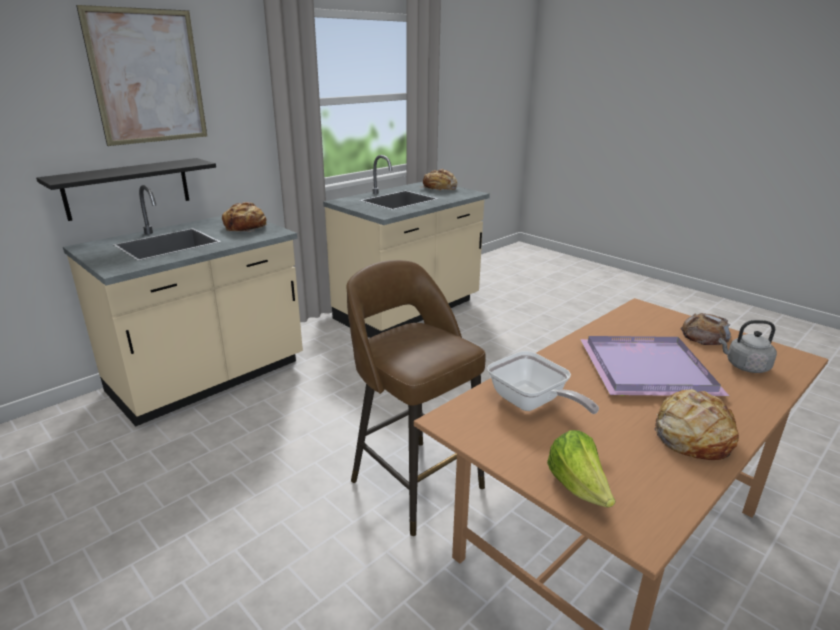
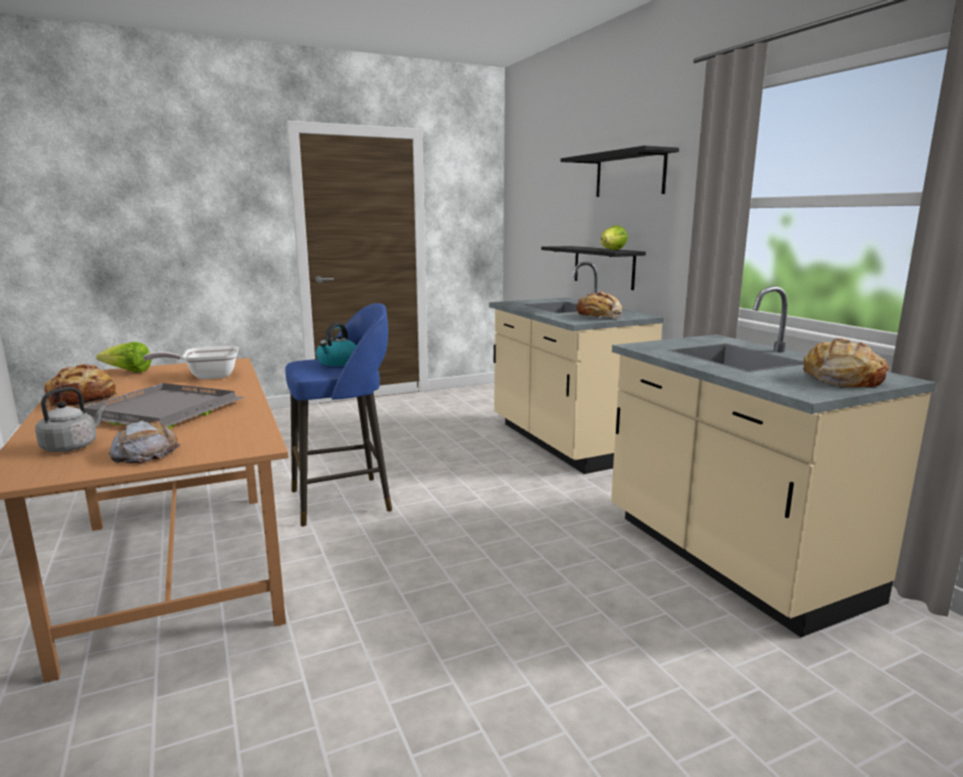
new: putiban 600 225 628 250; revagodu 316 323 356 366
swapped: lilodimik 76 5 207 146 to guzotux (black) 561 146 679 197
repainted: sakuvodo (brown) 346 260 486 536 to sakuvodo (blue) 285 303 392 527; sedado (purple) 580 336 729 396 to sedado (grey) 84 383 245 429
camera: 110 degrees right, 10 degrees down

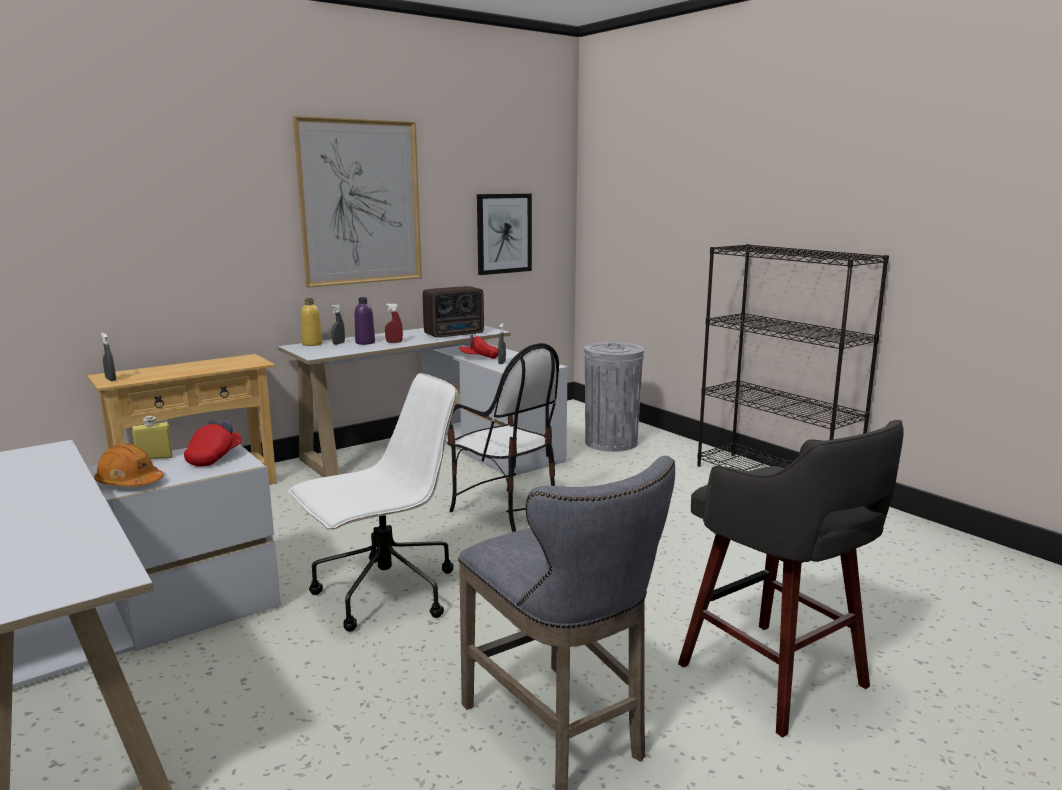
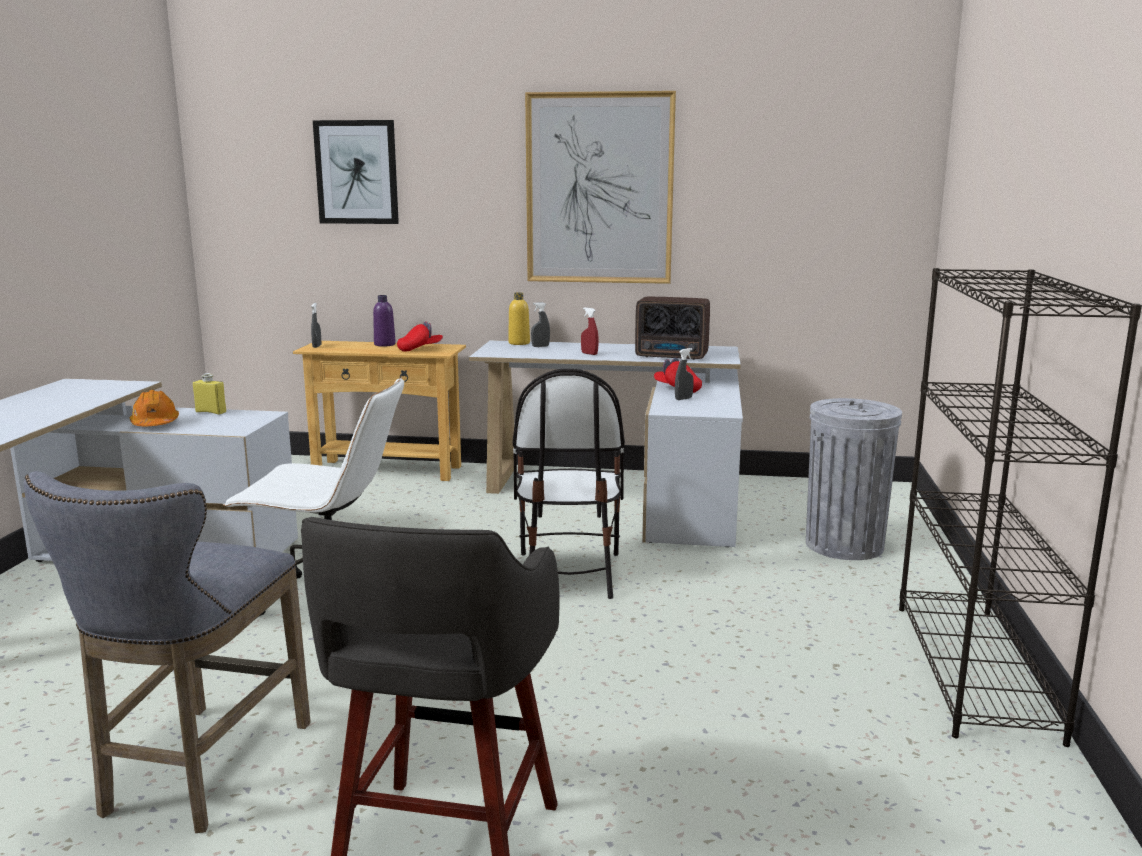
shifted: lilodimik 477 194 532 275 to 313 120 399 224; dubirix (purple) 355 297 375 345 to 373 295 396 347; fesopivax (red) 184 419 242 467 to 397 321 443 352
camera: 45 degrees right, 0 degrees up

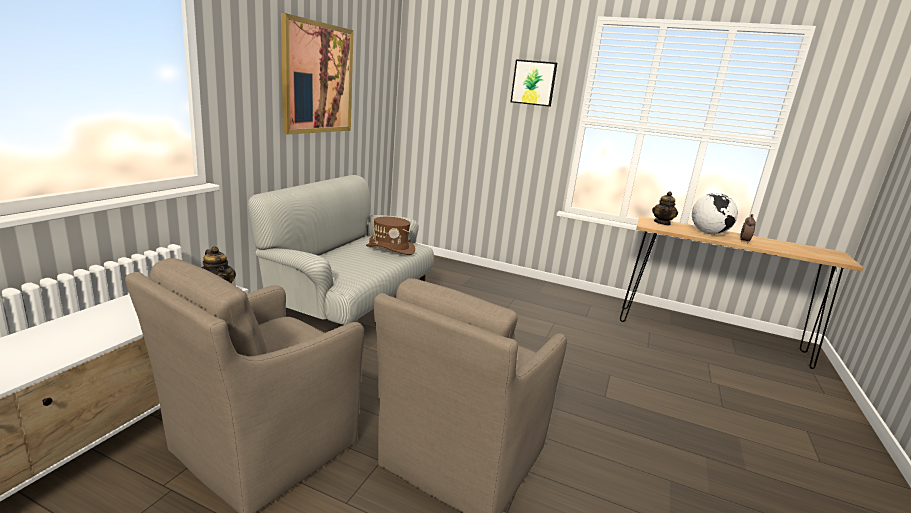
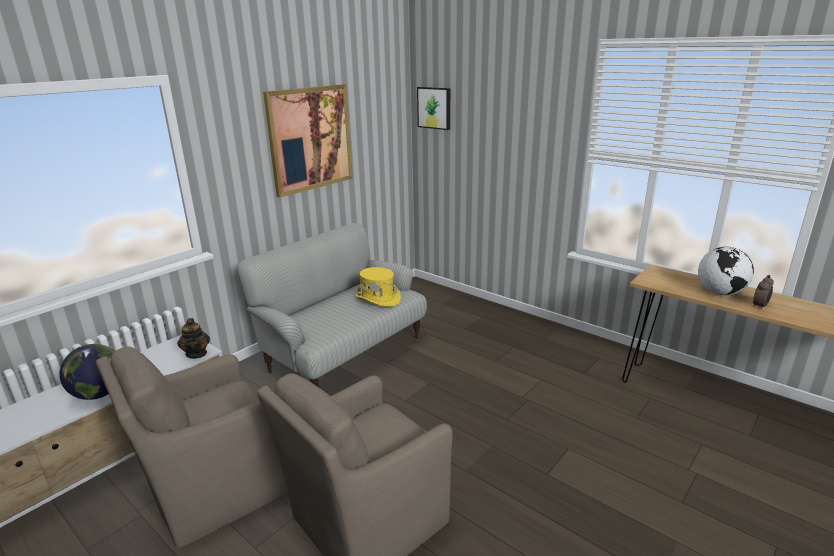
gone: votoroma 652 191 678 225
new: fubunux 59 344 115 400
shifted: lilodimik 510 59 557 107 to 417 87 450 130
repainted: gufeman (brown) 366 217 415 255 to gufeman (yellow) 355 267 401 307
camera: 20 degrees right, 5 degrees up

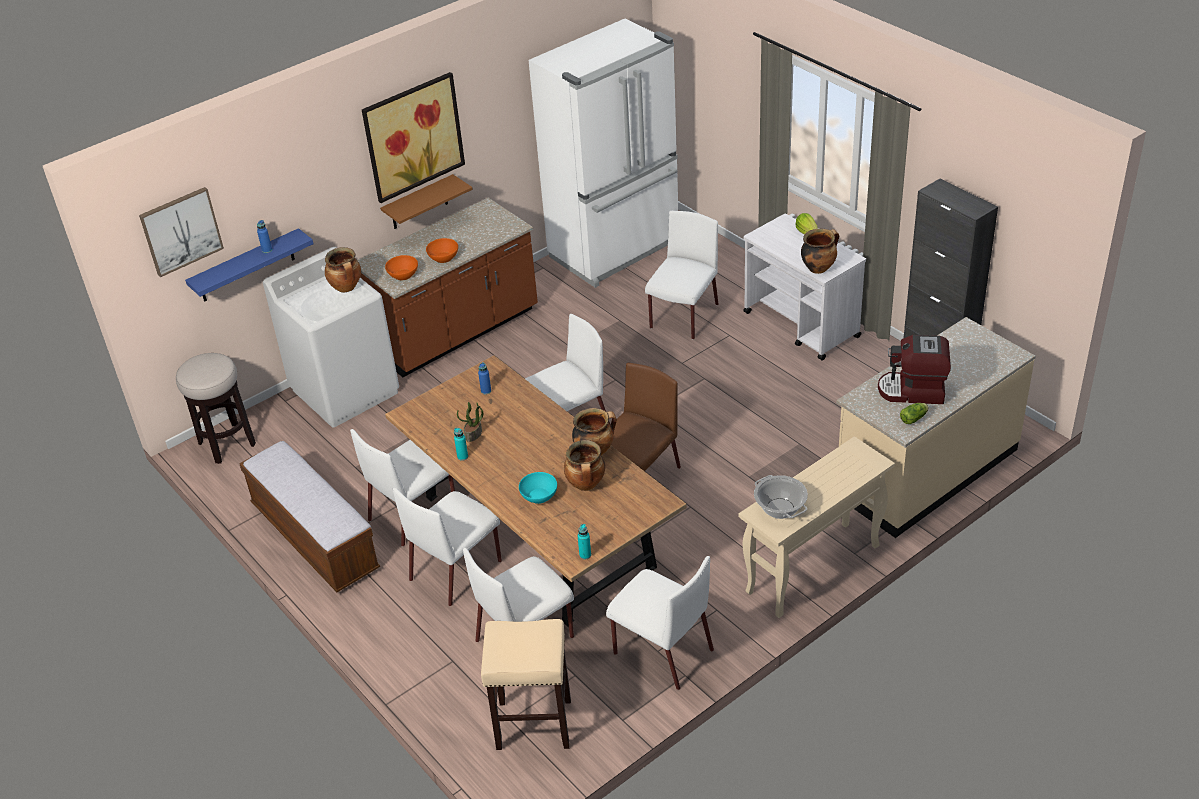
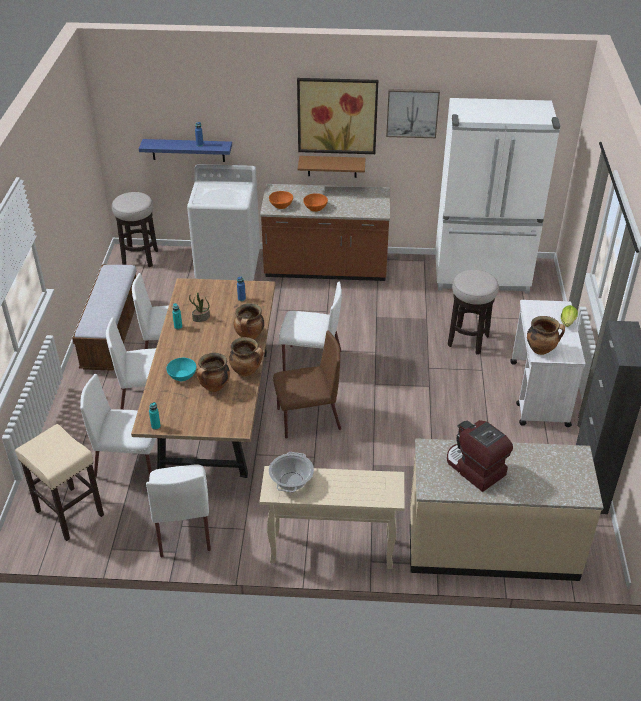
gone: putiban 900 403 929 424
shifted: lilodimik 139 187 224 277 to 386 89 440 138; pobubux 325 247 361 292 to 234 303 264 339
swapped: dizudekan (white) 645 211 718 339 to sakuvodo 448 270 499 355
camera: 40 degrees right, 0 degrees up

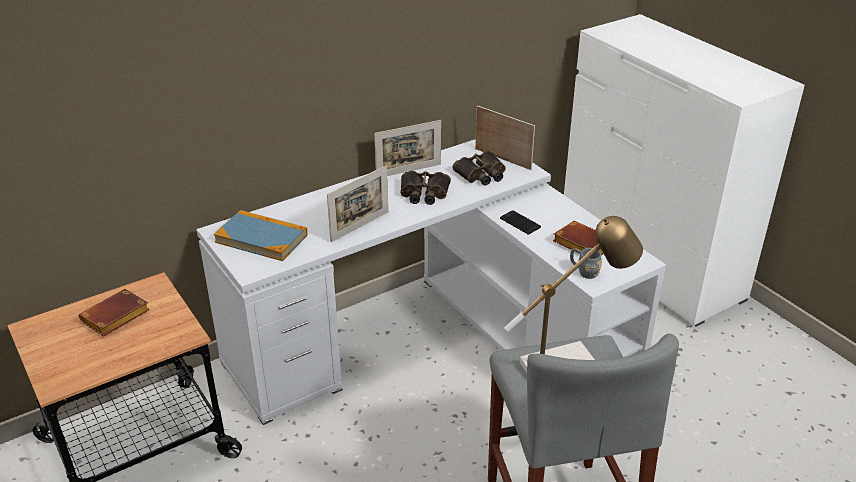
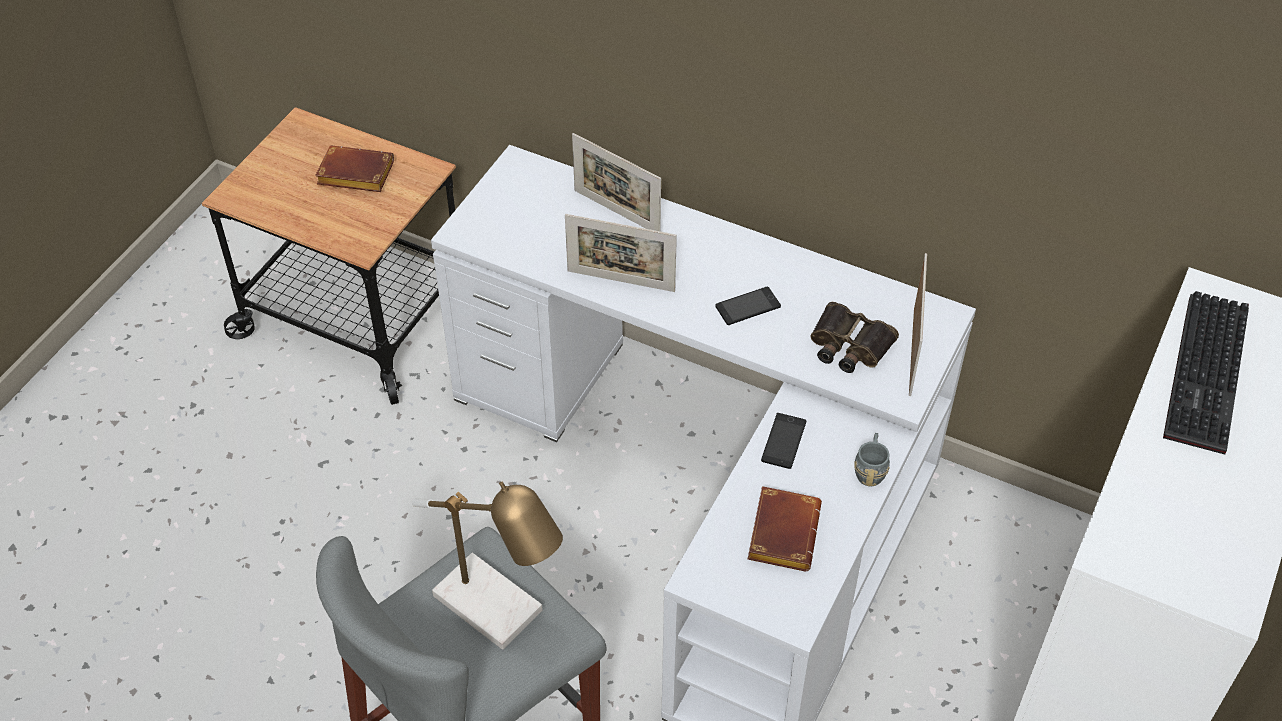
gone: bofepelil 214 210 308 261
new: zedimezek 1163 291 1249 455
shifted: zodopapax 374 120 441 176 to 572 133 661 231; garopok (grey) 570 248 602 279 to 854 433 890 486
swapped: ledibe 400 171 451 205 to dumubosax 715 286 781 325
camera: 60 degrees right, 15 degrees up

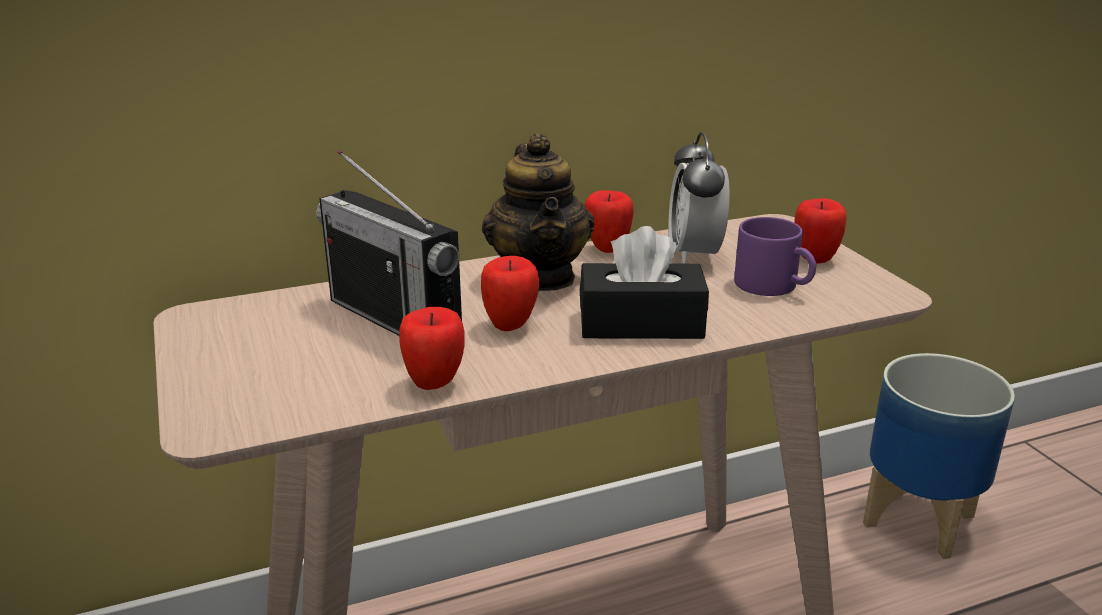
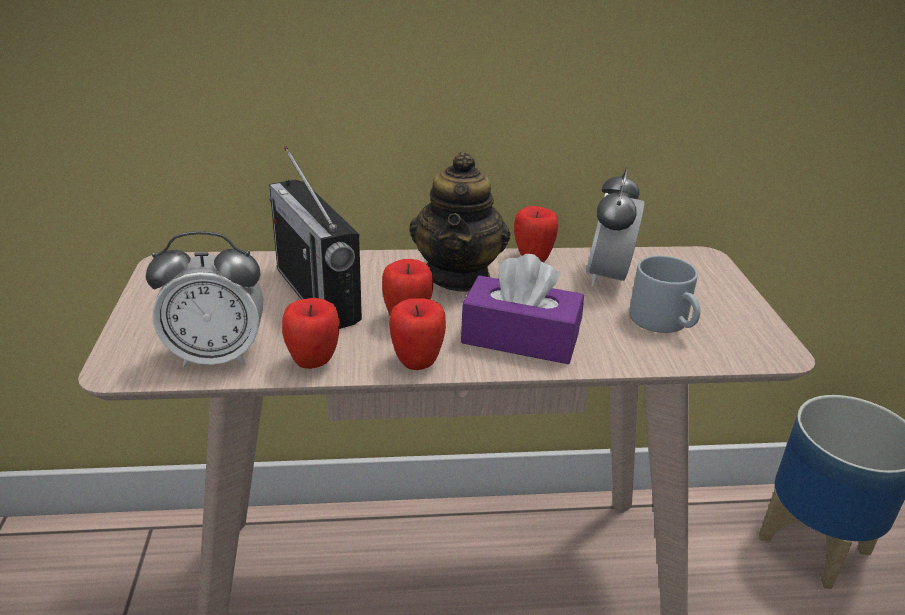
new: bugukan 146 231 263 367
shifted: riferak 794 198 847 264 to 389 298 446 370
repainted: garopok (purple) 734 217 816 296 to garopok (grey) 629 256 701 333; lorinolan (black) 580 226 709 339 to lorinolan (purple) 461 254 584 364
camera: 15 degrees right, 5 degrees up

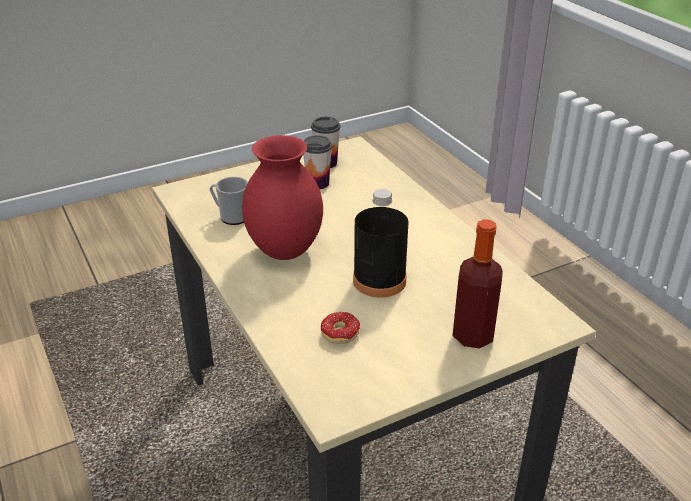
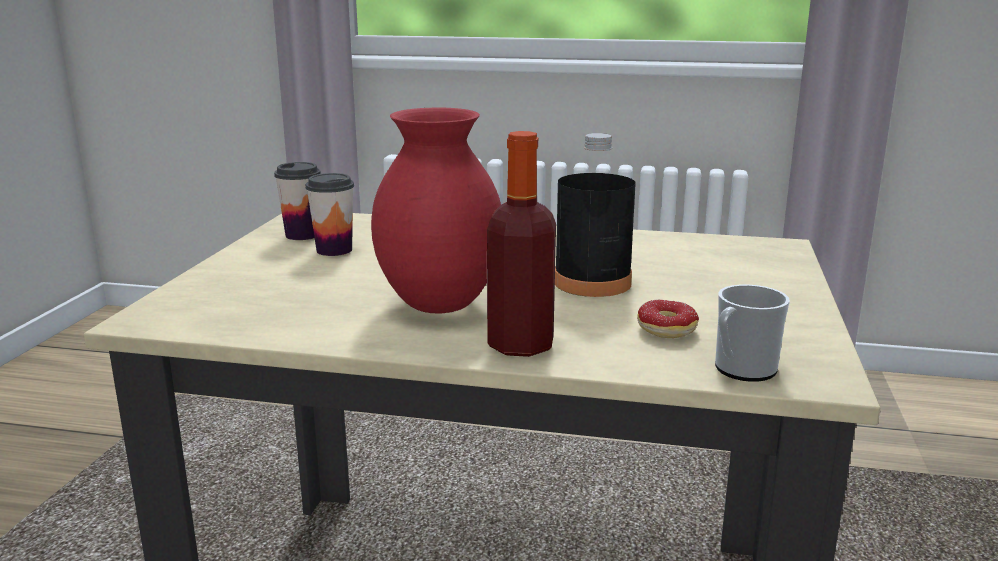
shifted: garopok 209 177 248 225 to 715 285 790 382; dubirix 452 219 503 348 to 487 131 556 357
camera: 50 degrees left, 15 degrees down

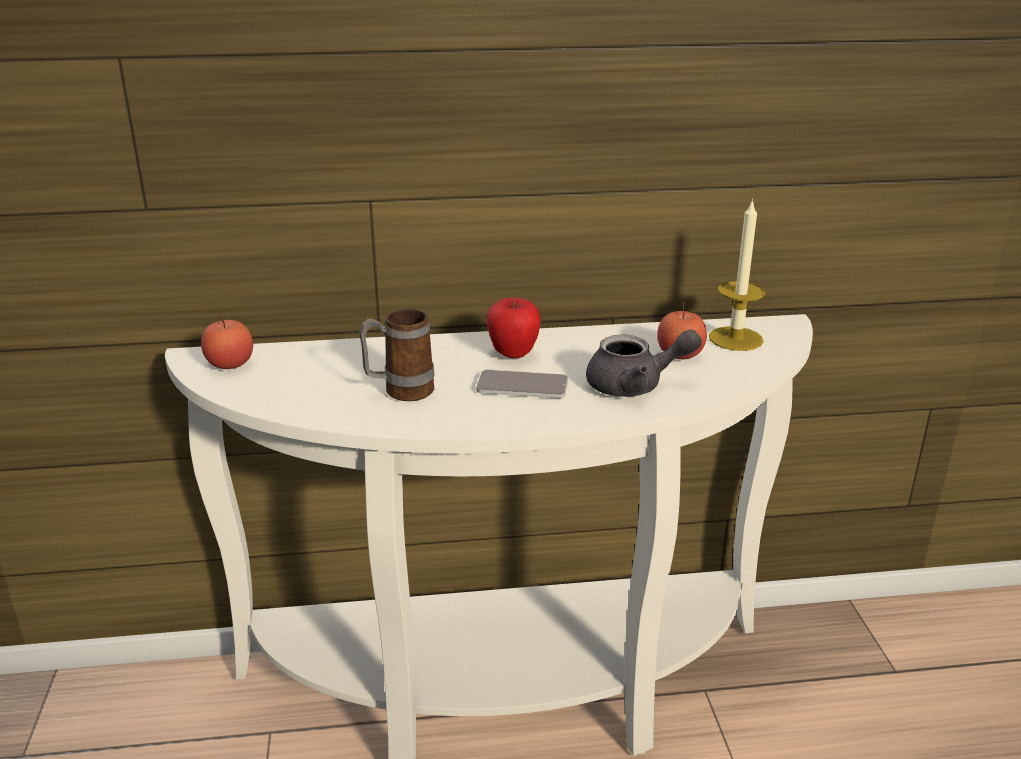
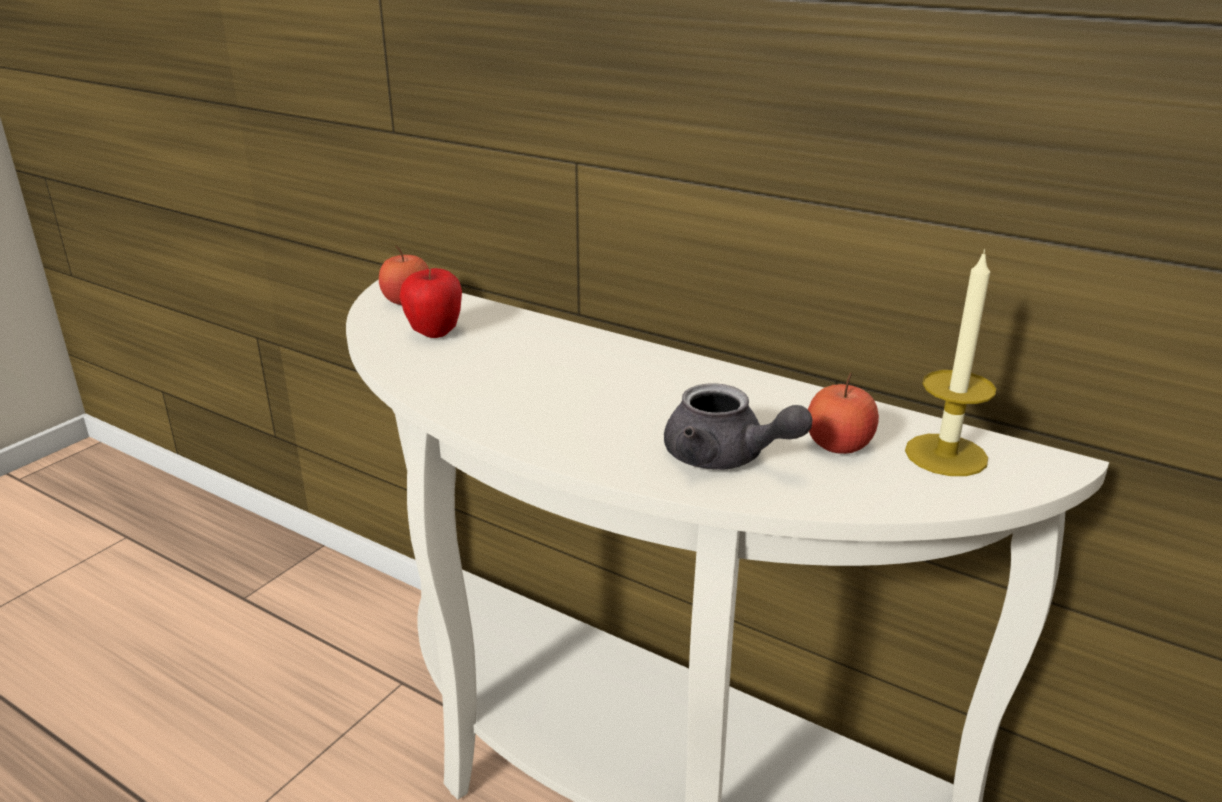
gone: garopok 359 309 435 401; dumubosax 476 370 568 398
shifted: riferak 486 297 541 358 to 399 268 462 338
camera: 40 degrees right, 0 degrees up

